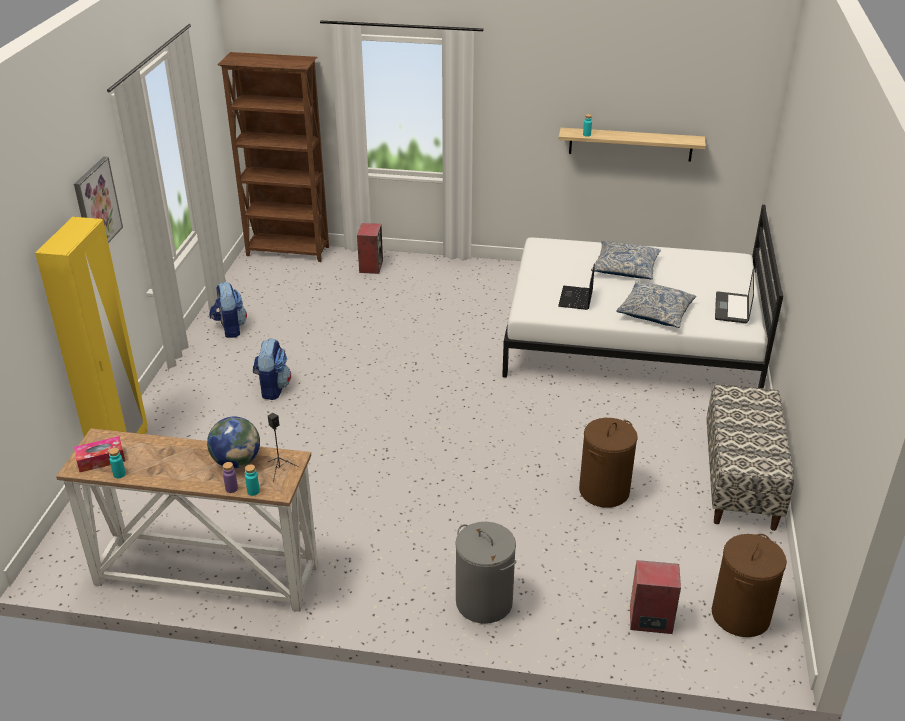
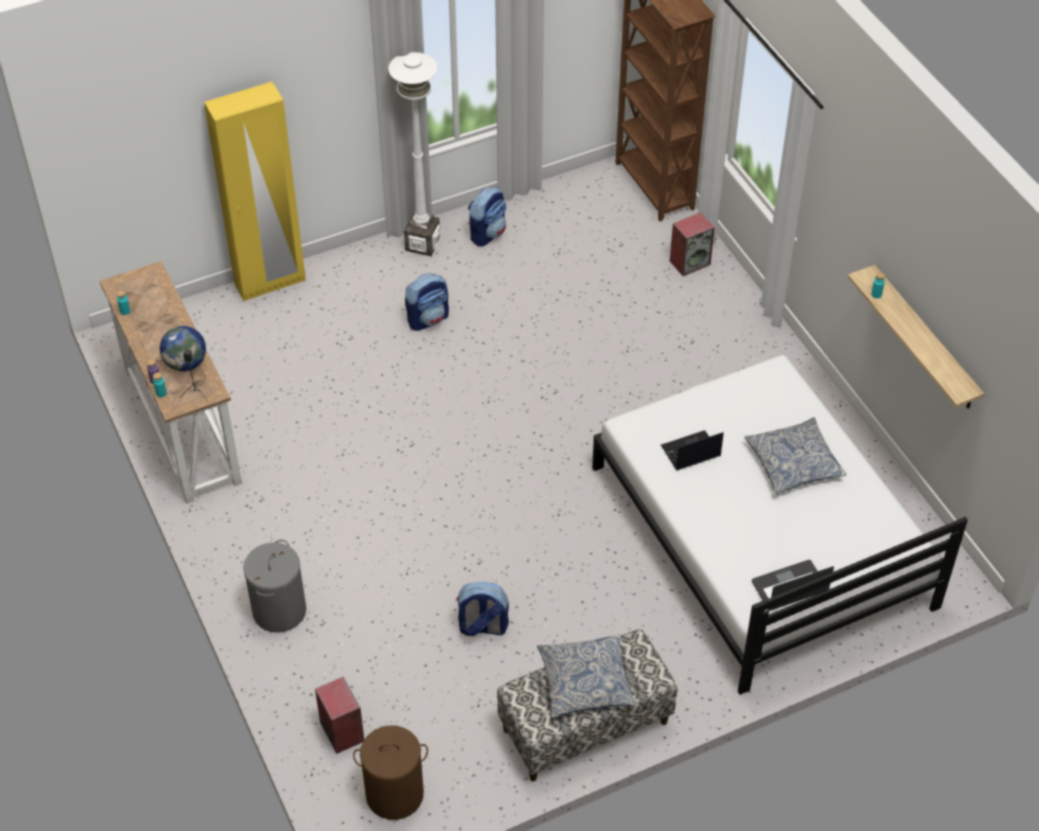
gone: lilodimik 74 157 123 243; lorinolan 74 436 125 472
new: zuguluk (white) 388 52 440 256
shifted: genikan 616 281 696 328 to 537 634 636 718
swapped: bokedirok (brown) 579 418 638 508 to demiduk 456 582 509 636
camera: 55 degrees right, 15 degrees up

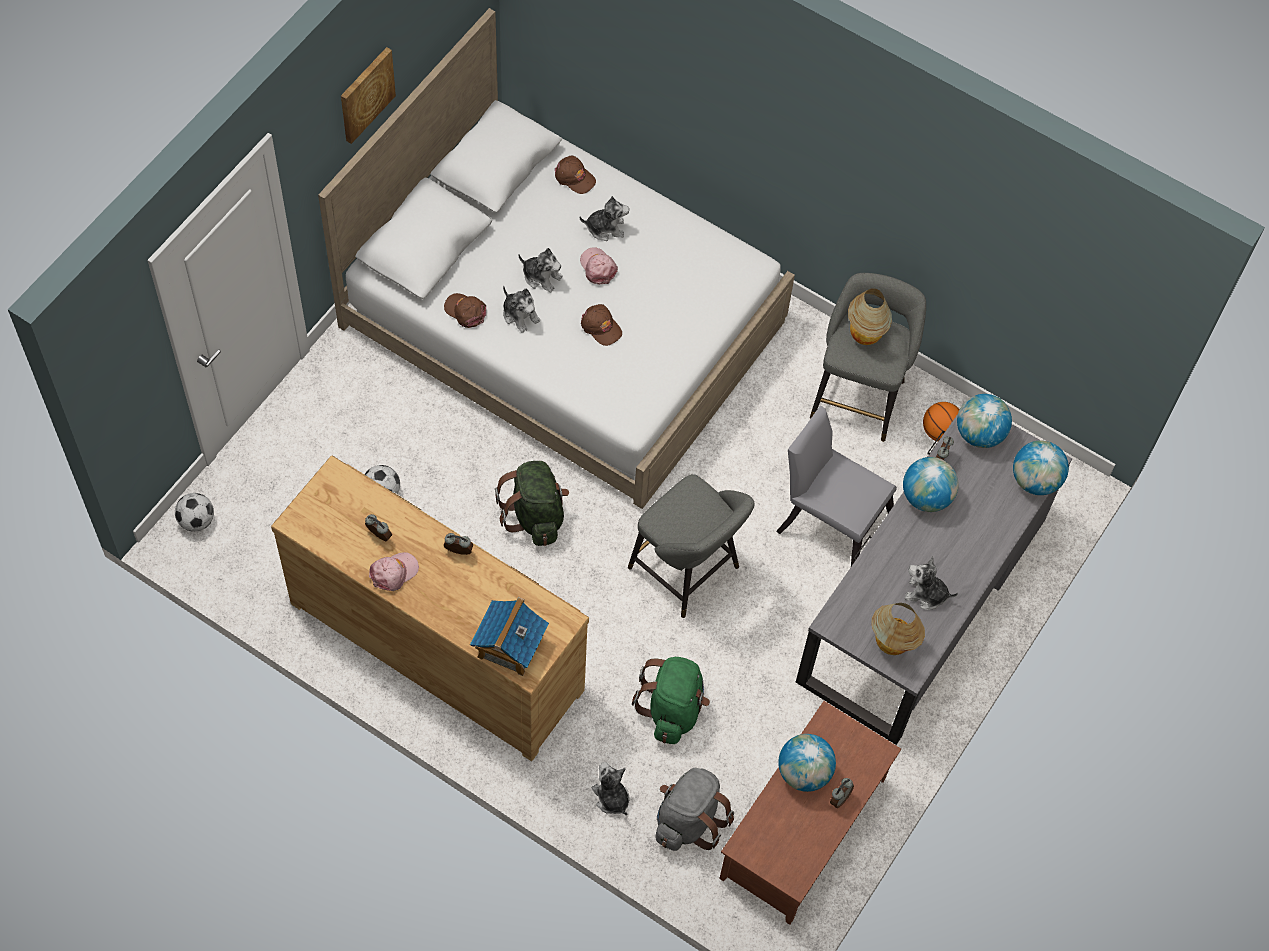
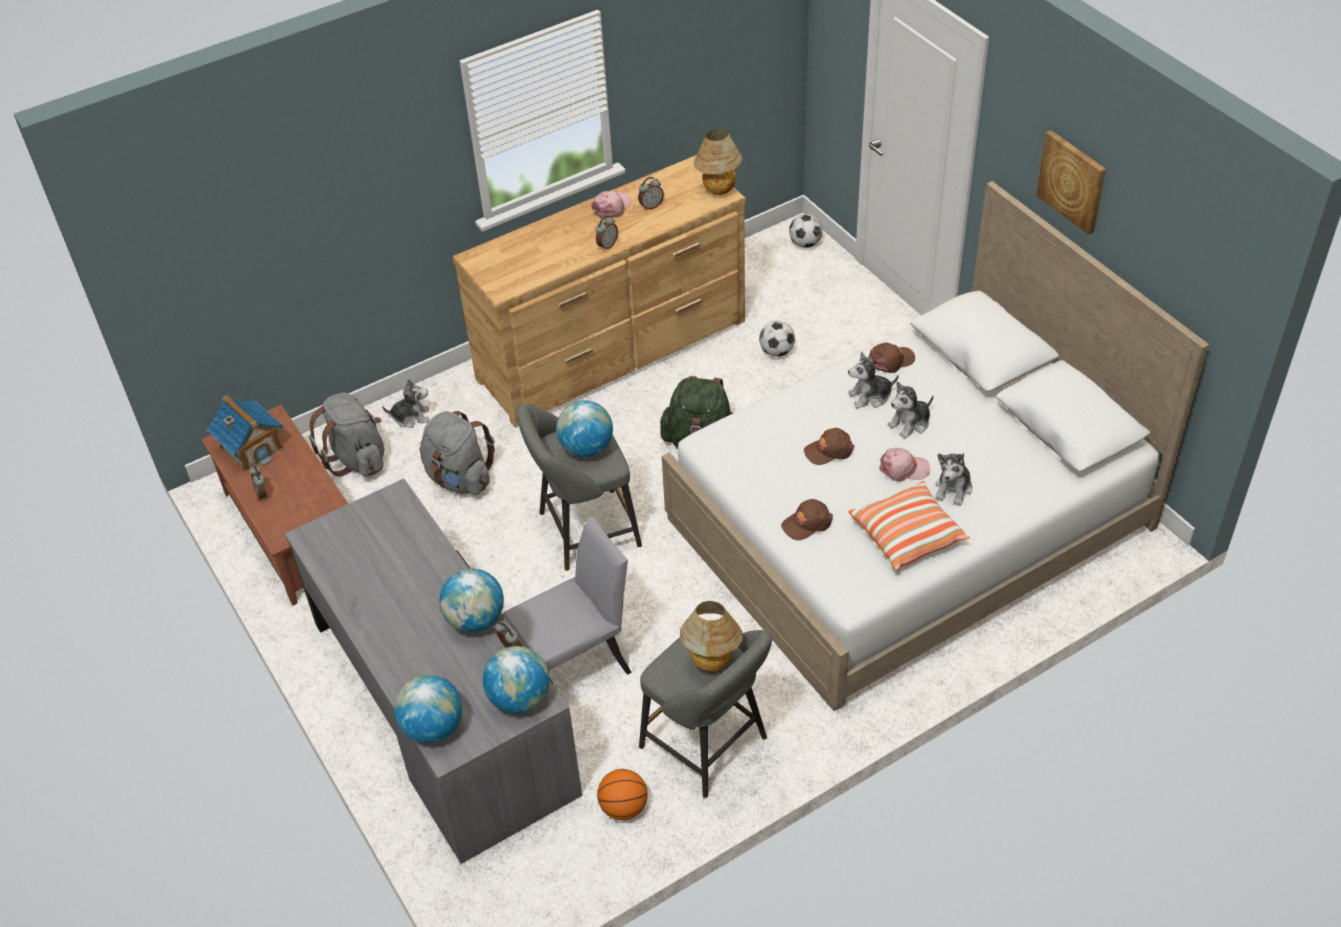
gone: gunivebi 904 556 958 610
new: genikan 849 481 970 570
shifted: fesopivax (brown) 555 155 596 194 to 781 499 833 540; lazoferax 470 597 549 676 to 207 395 284 472; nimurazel 872 603 925 655 to 693 129 742 195; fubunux 778 734 836 792 to 556 400 613 457
repainted: demiduk (green) 632 657 710 744 to demiduk (grey) 420 411 495 495
rotated: fesopivax (pink) 369 552 419 591 = 591 191 631 219 135 degrees counterclockwise
camera: 120 degrees right, 15 degrees down

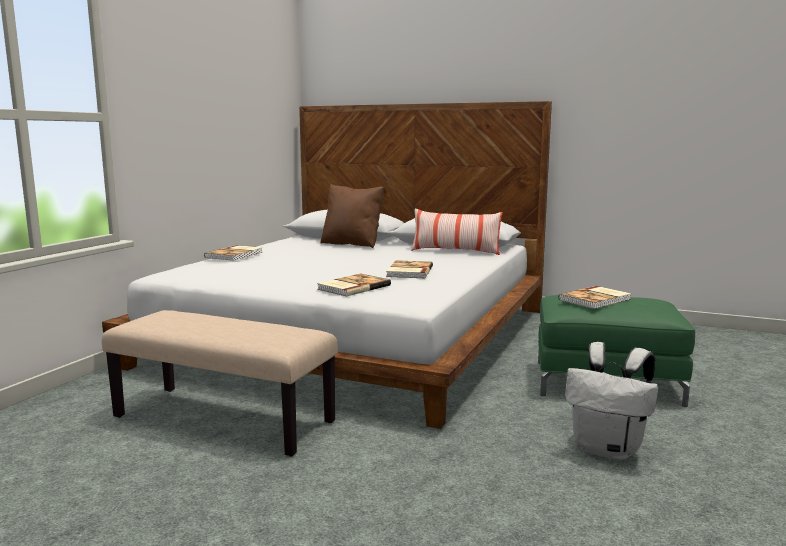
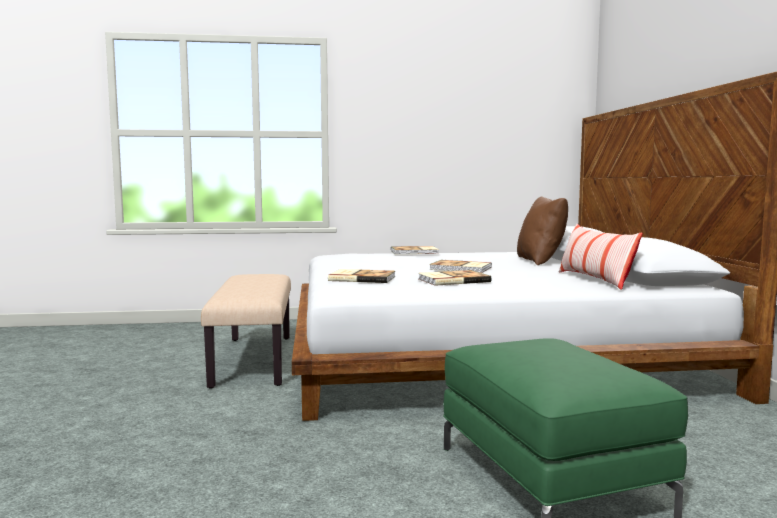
gone: demiduk (white) 565 342 658 461
shifted: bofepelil 559 286 631 309 to 429 260 492 273
camera: 60 degrees right, 5 degrees down

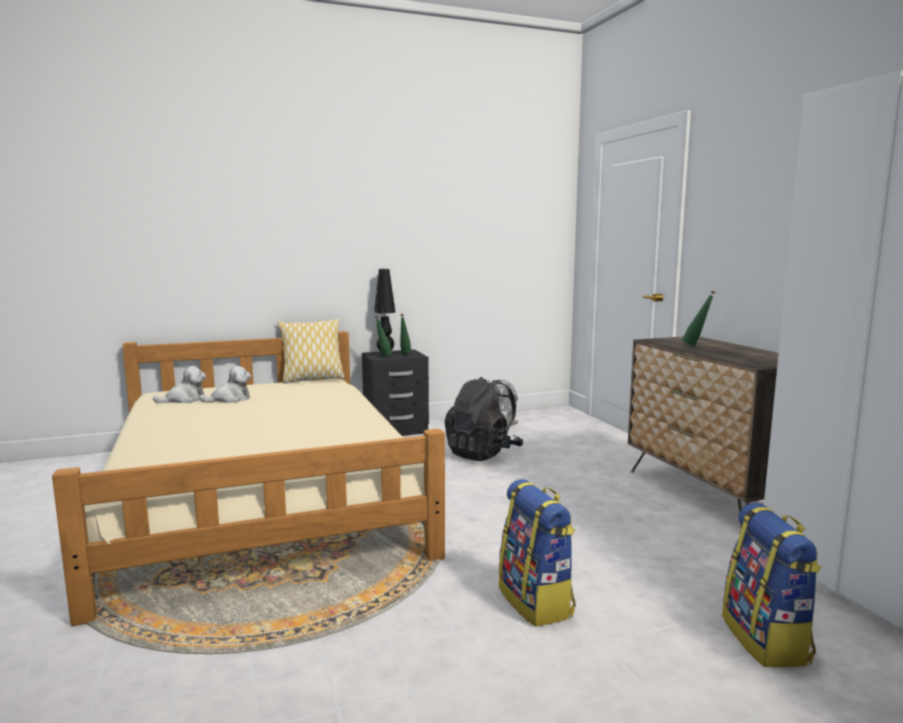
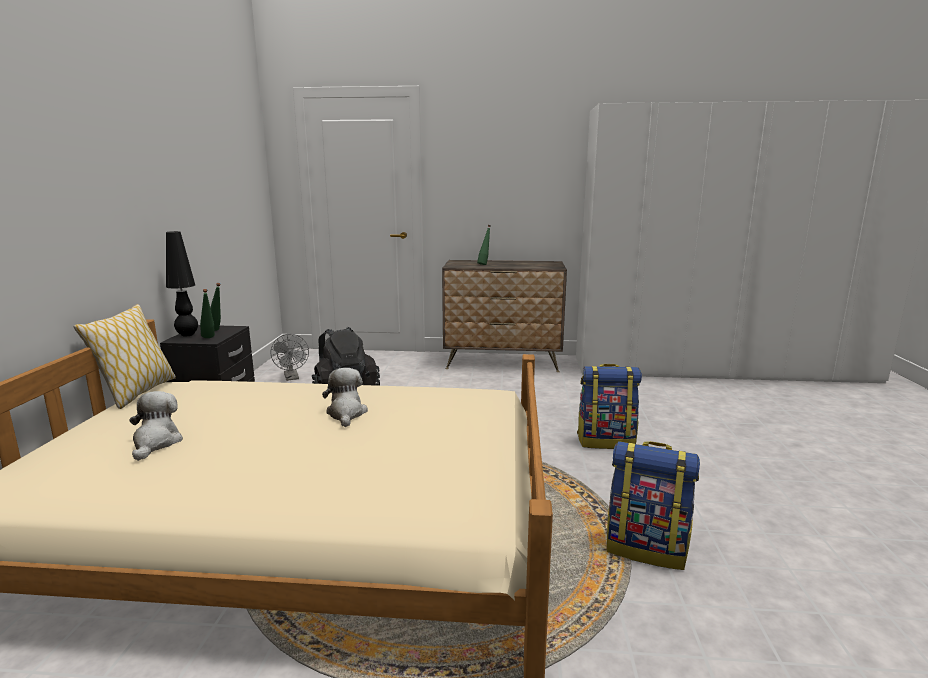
shifted: gunivebi 153 366 206 403 to 322 368 368 427; demiduk 722 503 821 667 to 607 441 700 570
camera: 65 degrees left, 5 degrees up

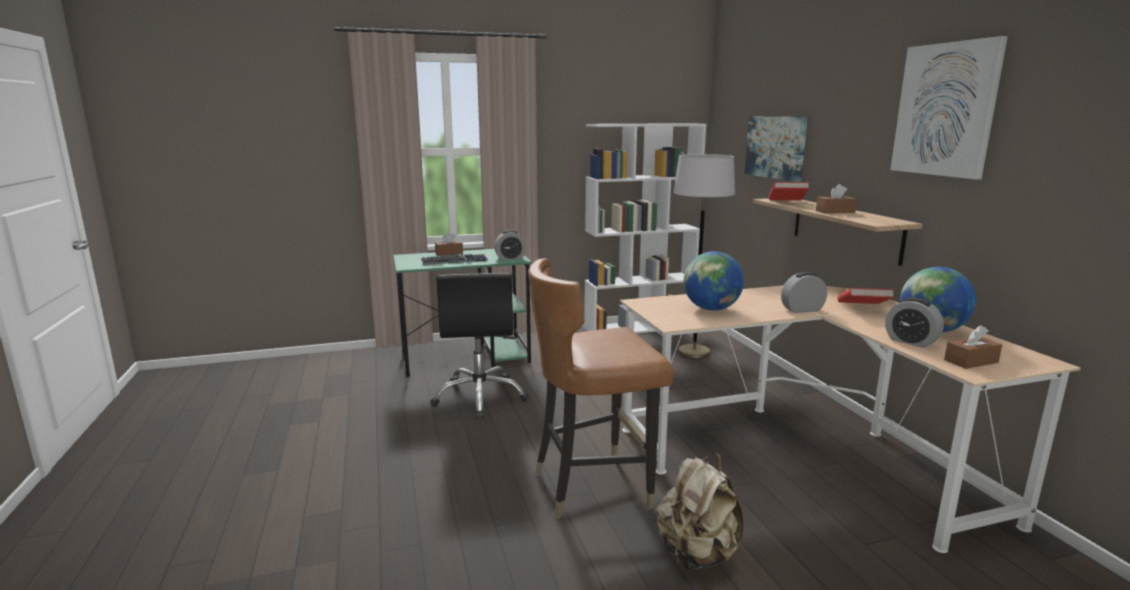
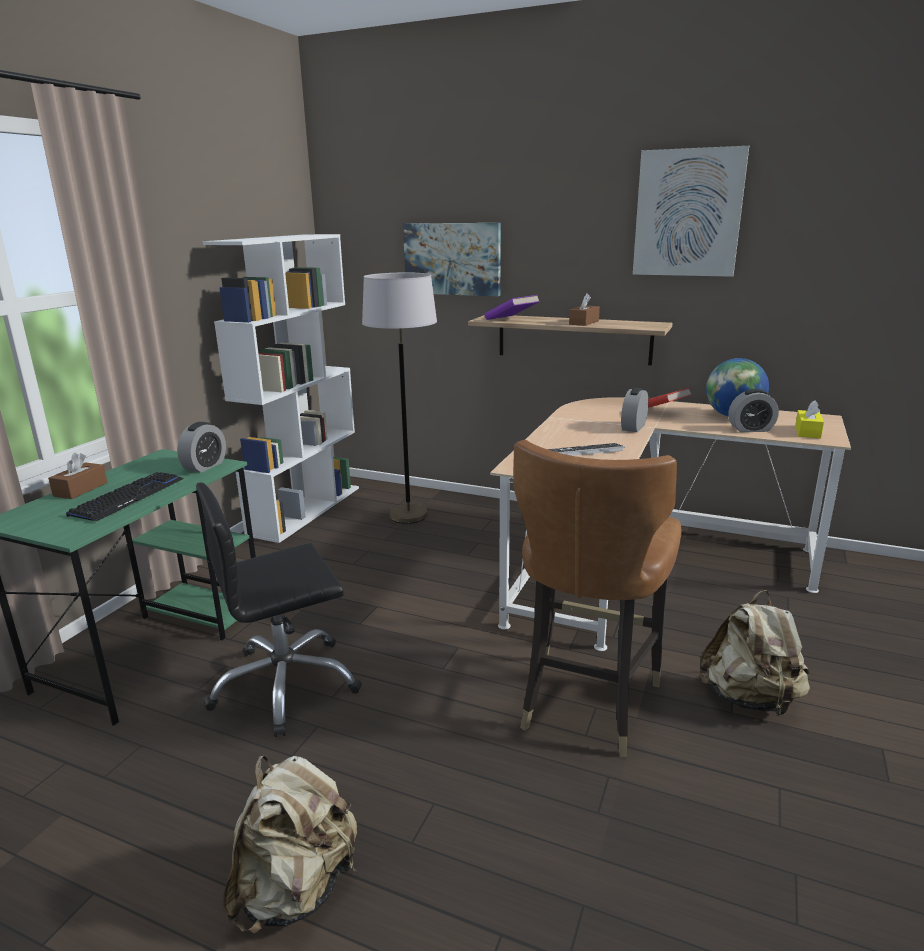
new: demiduk (beige) 222 755 357 934
swapped: fubunux 684 251 744 311 to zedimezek 548 443 625 456
repainted: bofepelil (red) 768 182 809 200 to bofepelil (purple) 485 295 540 320; lorinolan (brown) 944 325 1002 369 to lorinolan (yellow) 795 400 824 439
rotated: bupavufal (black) 430 273 529 419 = 196 482 362 737 120 degrees clockwise
camera: 50 degrees left, 5 degrees up

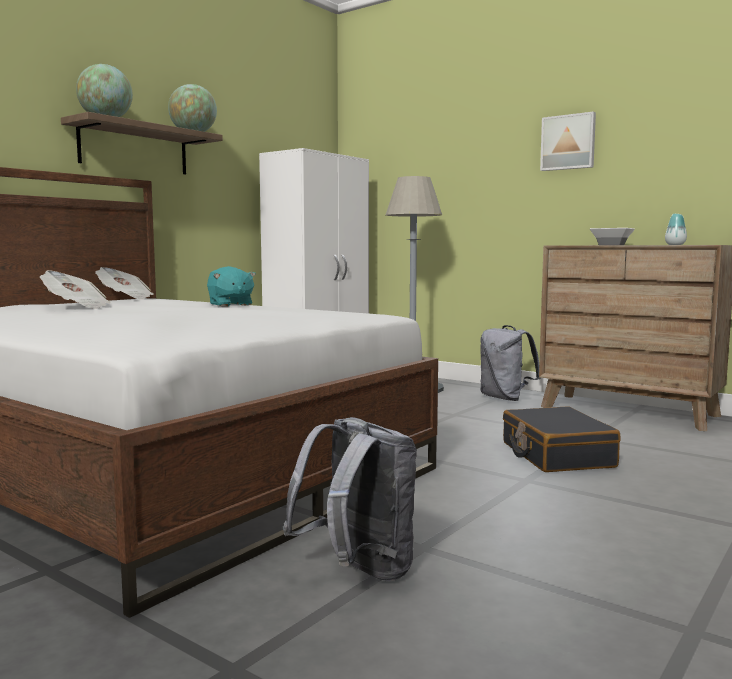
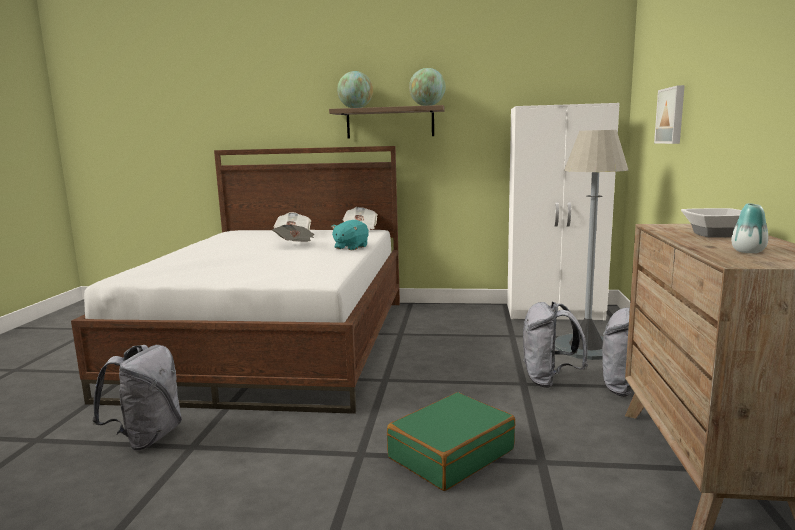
new: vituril 272 224 314 242; demiduk (grey) 523 302 588 388
shifted: lilodimik 540 111 596 171 to 654 85 685 144
repainted: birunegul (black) 503 407 621 472 to birunegul (green) 387 392 515 491
camera: 60 degrees right, 5 degrees up

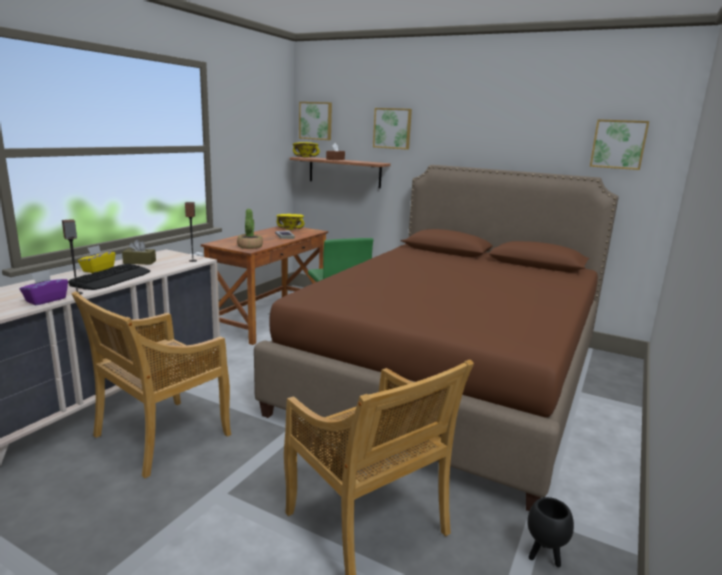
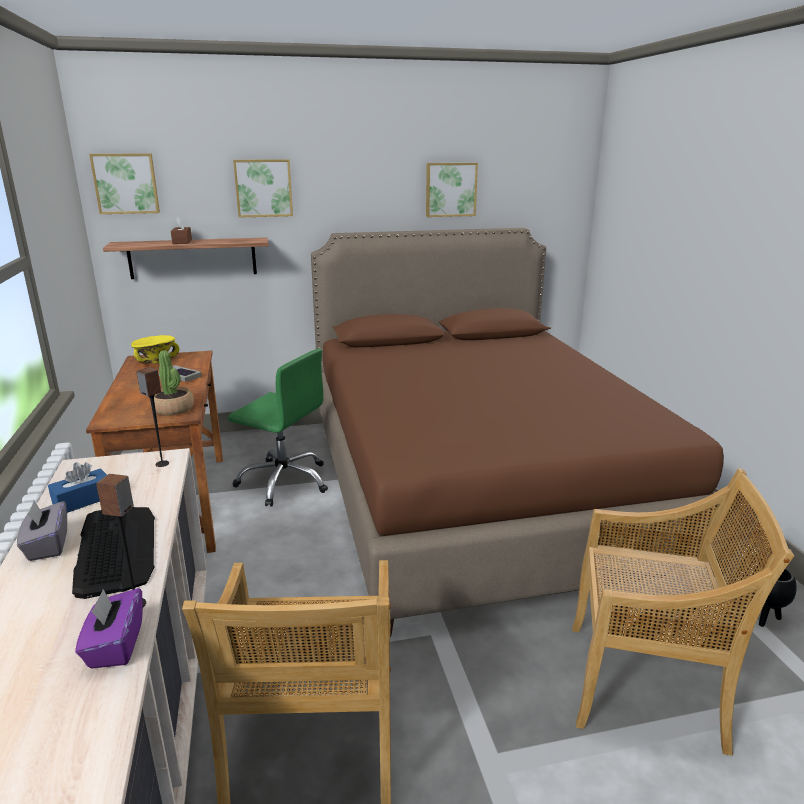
gone: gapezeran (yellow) 293 142 320 157
shifted: lilodimik 590 119 649 170 to 426 163 478 217
repainted: lorinolan (brown) 122 239 156 265 to lorinolan (blue) 48 462 107 513; lorinolan (yellow) 78 245 115 273 to lorinolan (grey) 17 501 67 561
camera: 40 degrees left, 5 degrees up

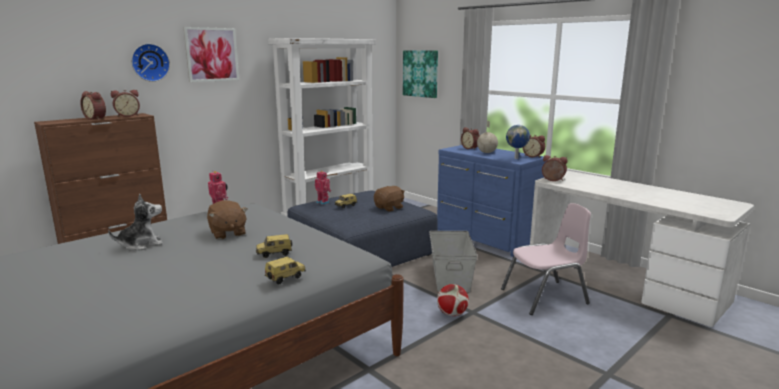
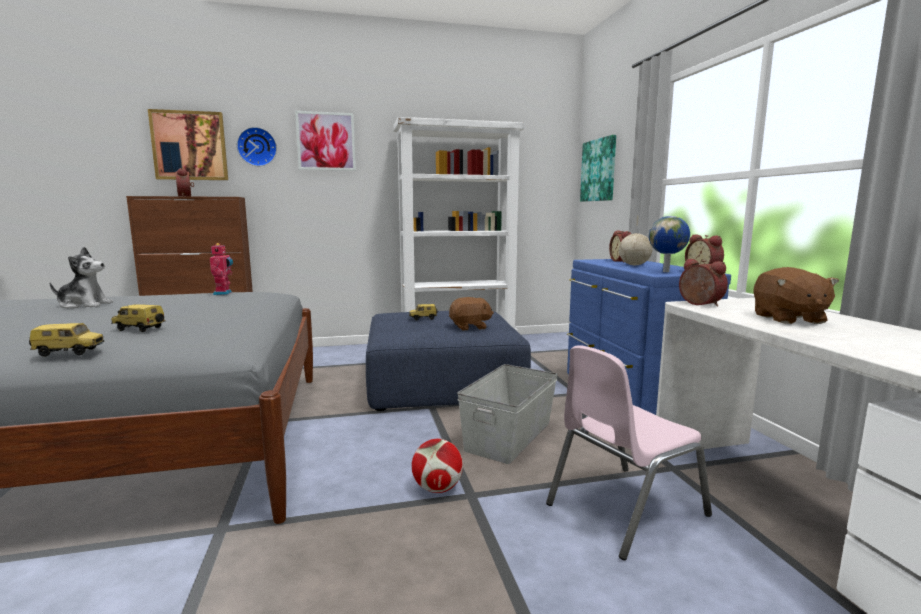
gone: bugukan 111 90 140 117; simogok 314 171 331 205
new: lilodimik 148 109 228 180
shifted: gunivebi (brown) 207 200 248 240 to 753 267 839 324
rotated: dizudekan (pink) 501 203 591 315 = 546 345 712 560 135 degrees clockwise
camera: 30 degrees right, 5 degrees down

